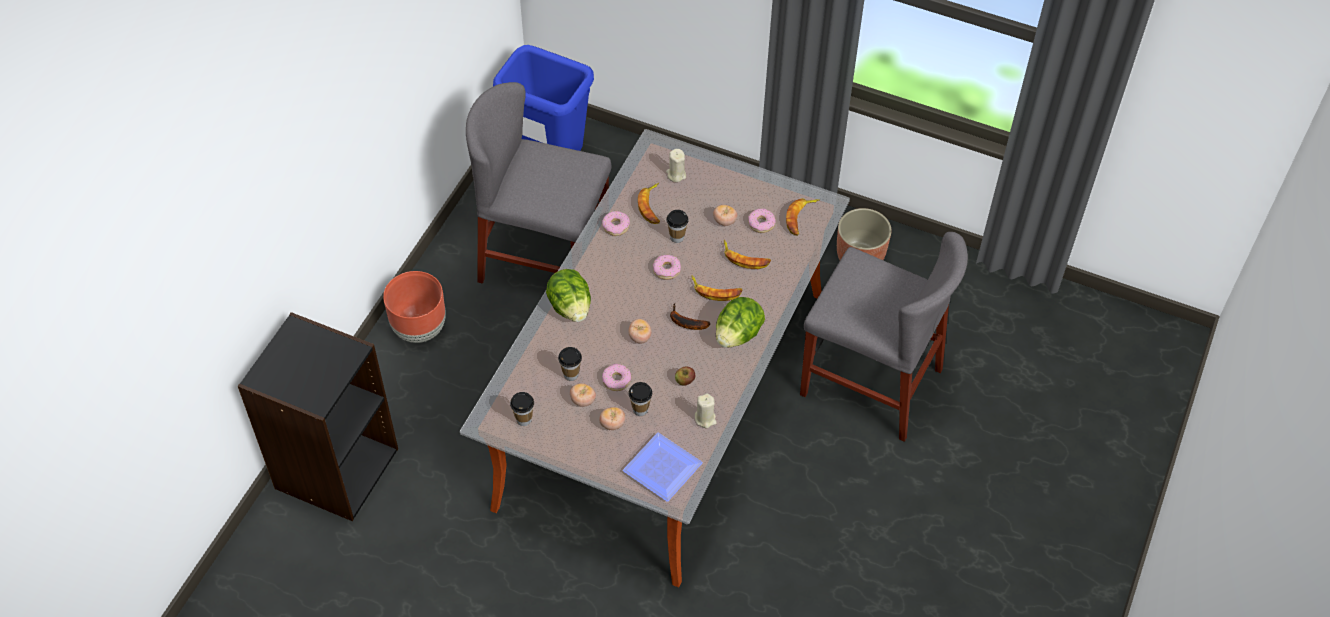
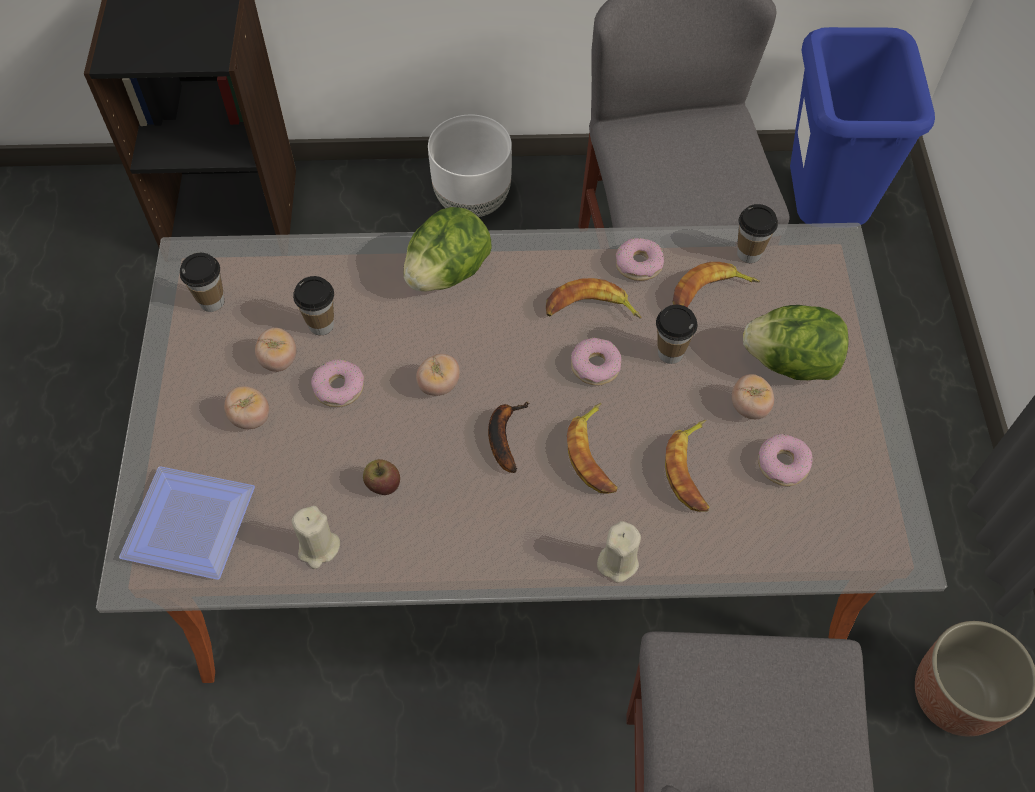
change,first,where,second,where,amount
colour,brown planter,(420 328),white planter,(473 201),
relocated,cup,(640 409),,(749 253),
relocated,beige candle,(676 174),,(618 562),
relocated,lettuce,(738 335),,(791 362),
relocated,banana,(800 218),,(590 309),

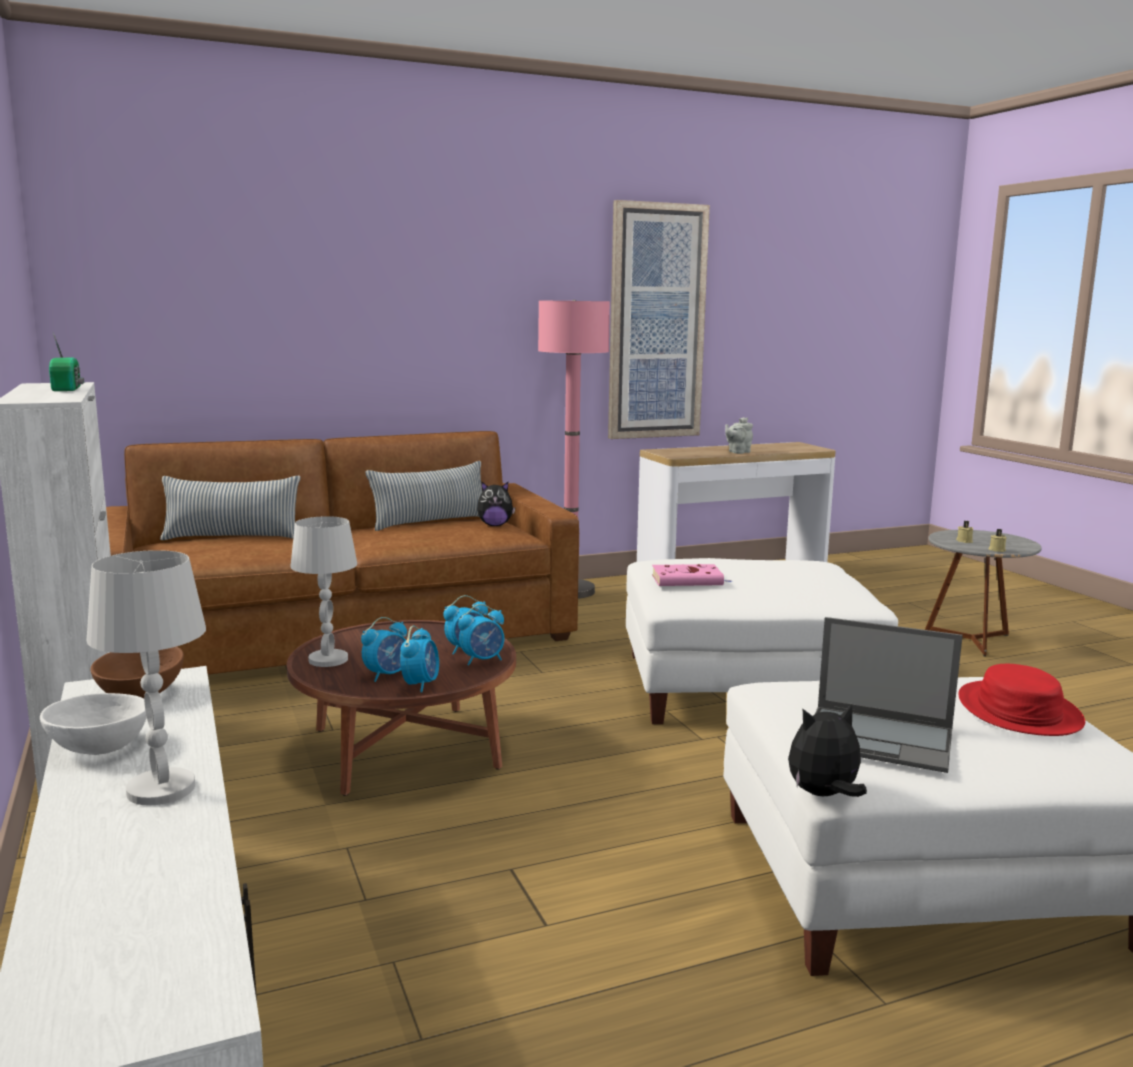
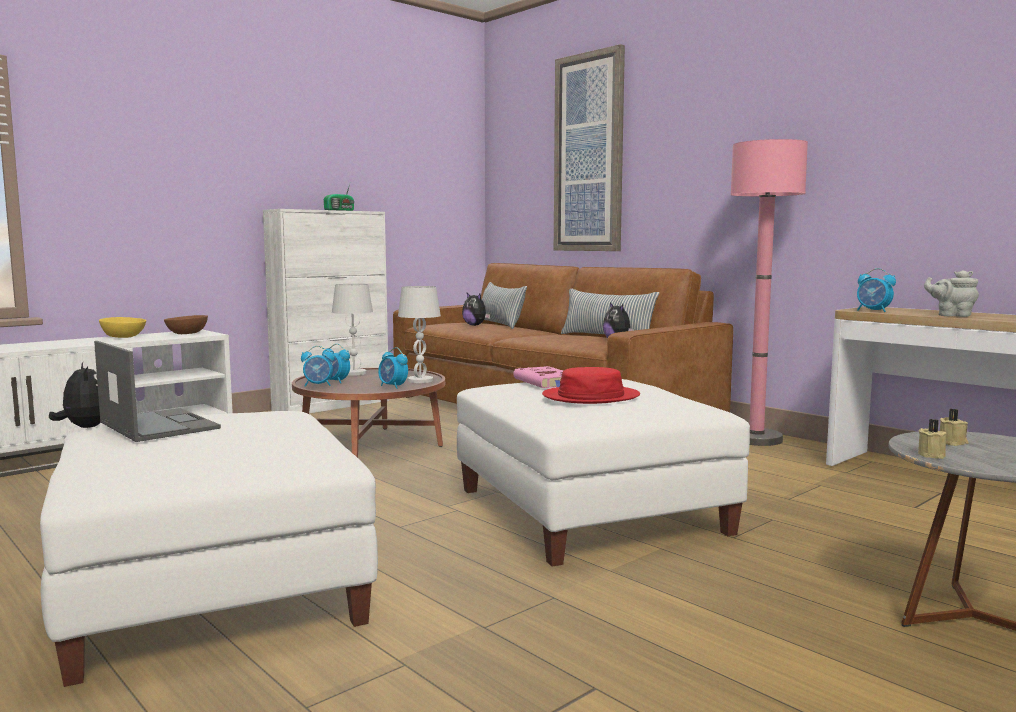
change,first,where,second,where,amount
colour,white bowl,(98 747),yellow bowl,(122 337),
relocated,white table lamp,(162 789),,(420 381),
relocated,alarm clock,(482 660),,(873 311),
relocated,picture,(656 322),,(589 153),
spun,laptop,(880 739),,(158 425),135 degrees clockwise
relocated,red hat,(1018 711),,(590 397),
appeared,,,plush toy,(475 325),

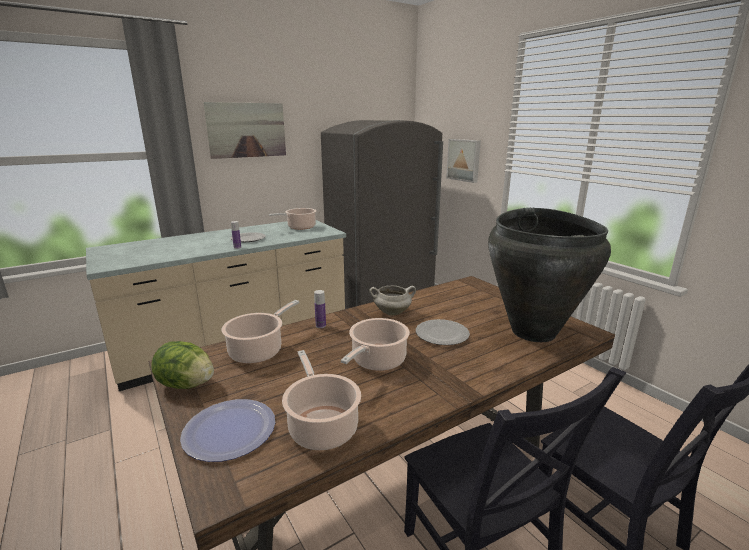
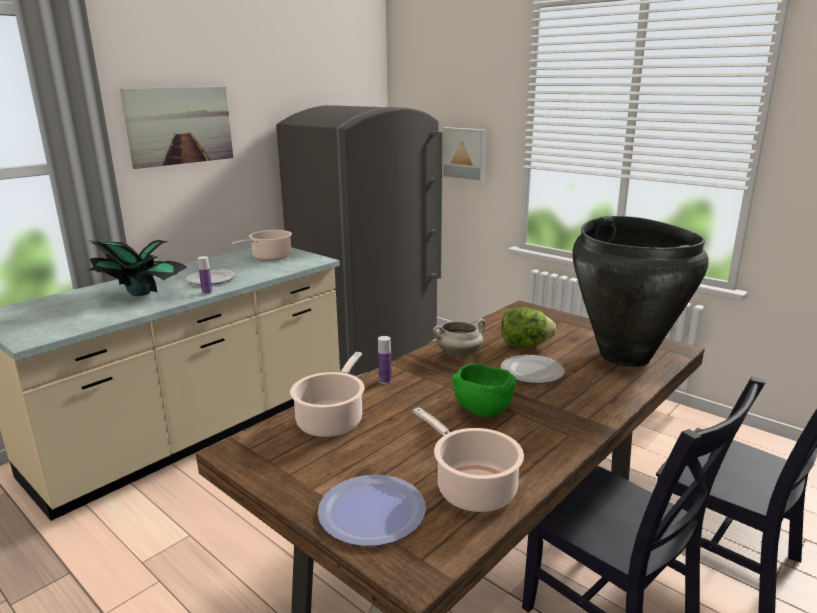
change,first,where,second,where,amount
relocated,lettuce,(186 384),,(524 345),
exchanged,cooking pot,(377 361),green bowl,(481 411),
appeared,,,potted plant,(140 293),

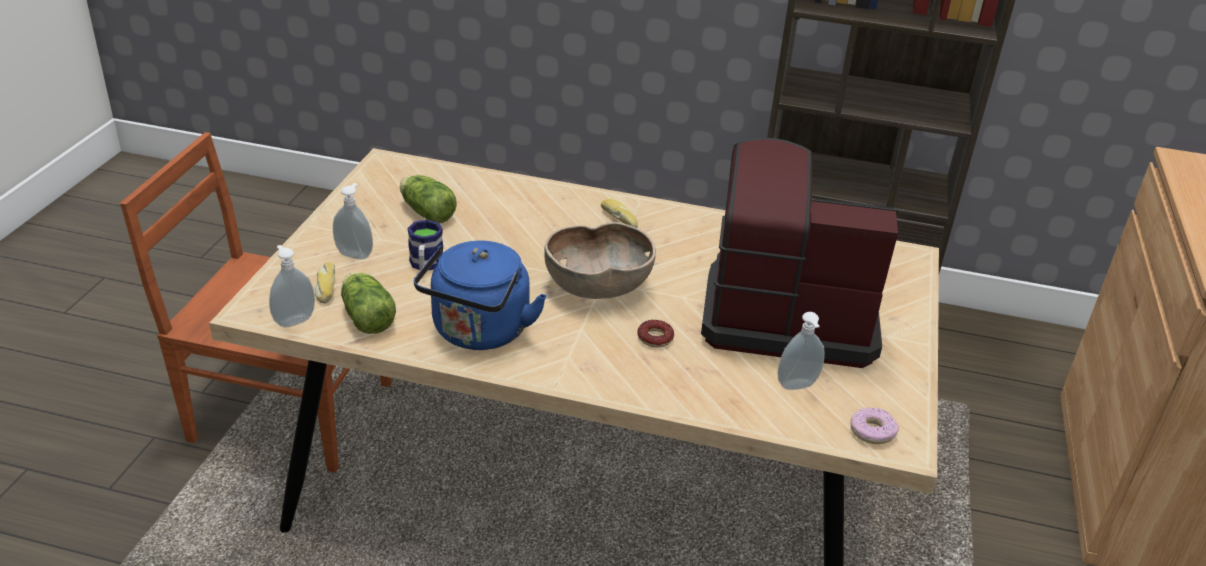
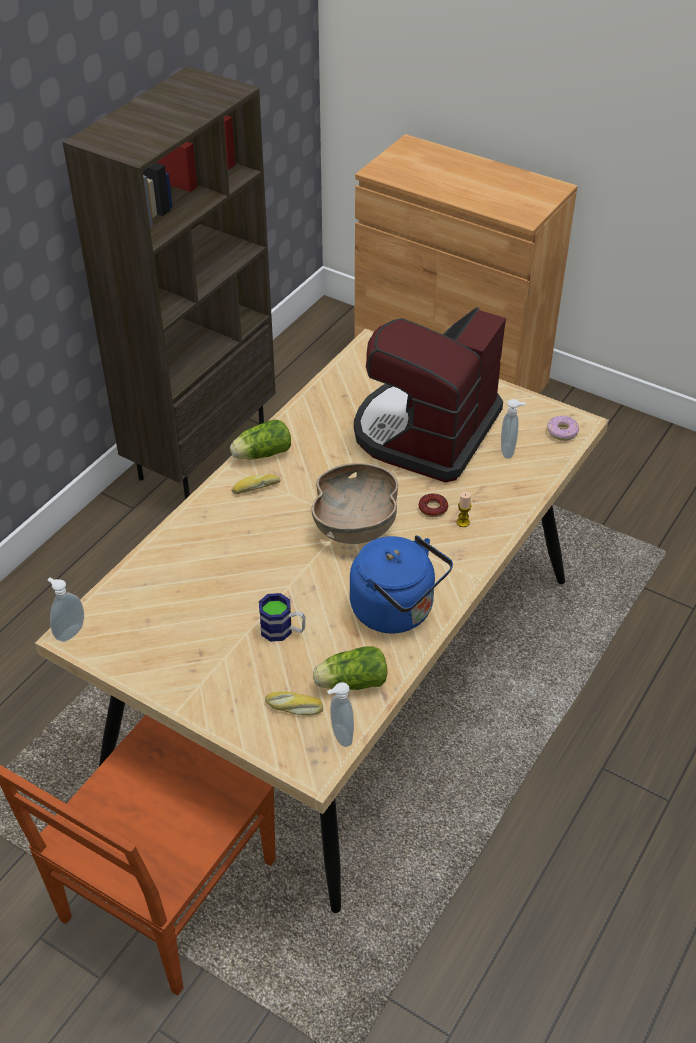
change,first,where,second,where,amount
relocated,soap dispenser,(355 254),,(69 632),
relocated,lettuce,(425 212),,(260 454),
appeared,,,candle,(463 522),

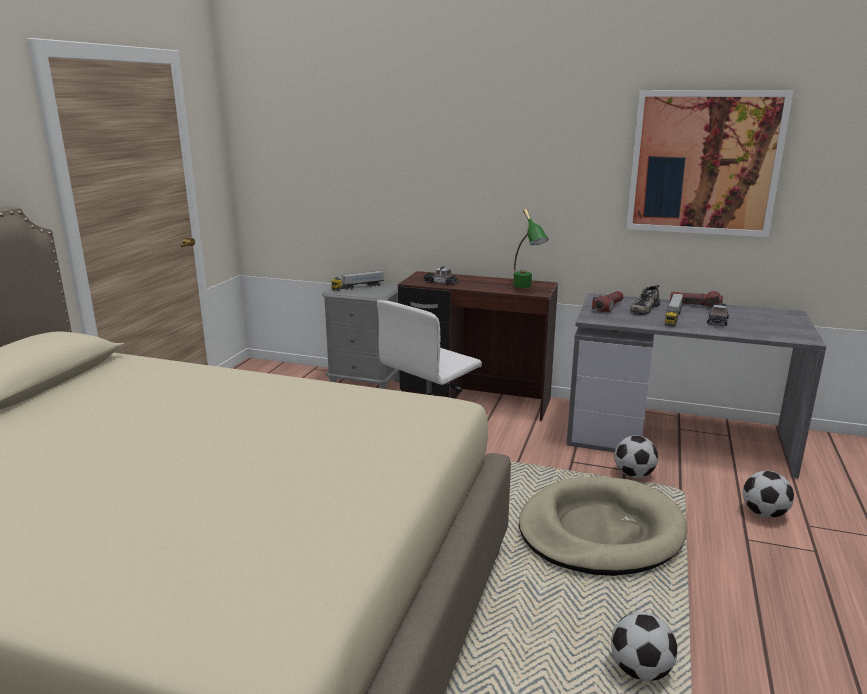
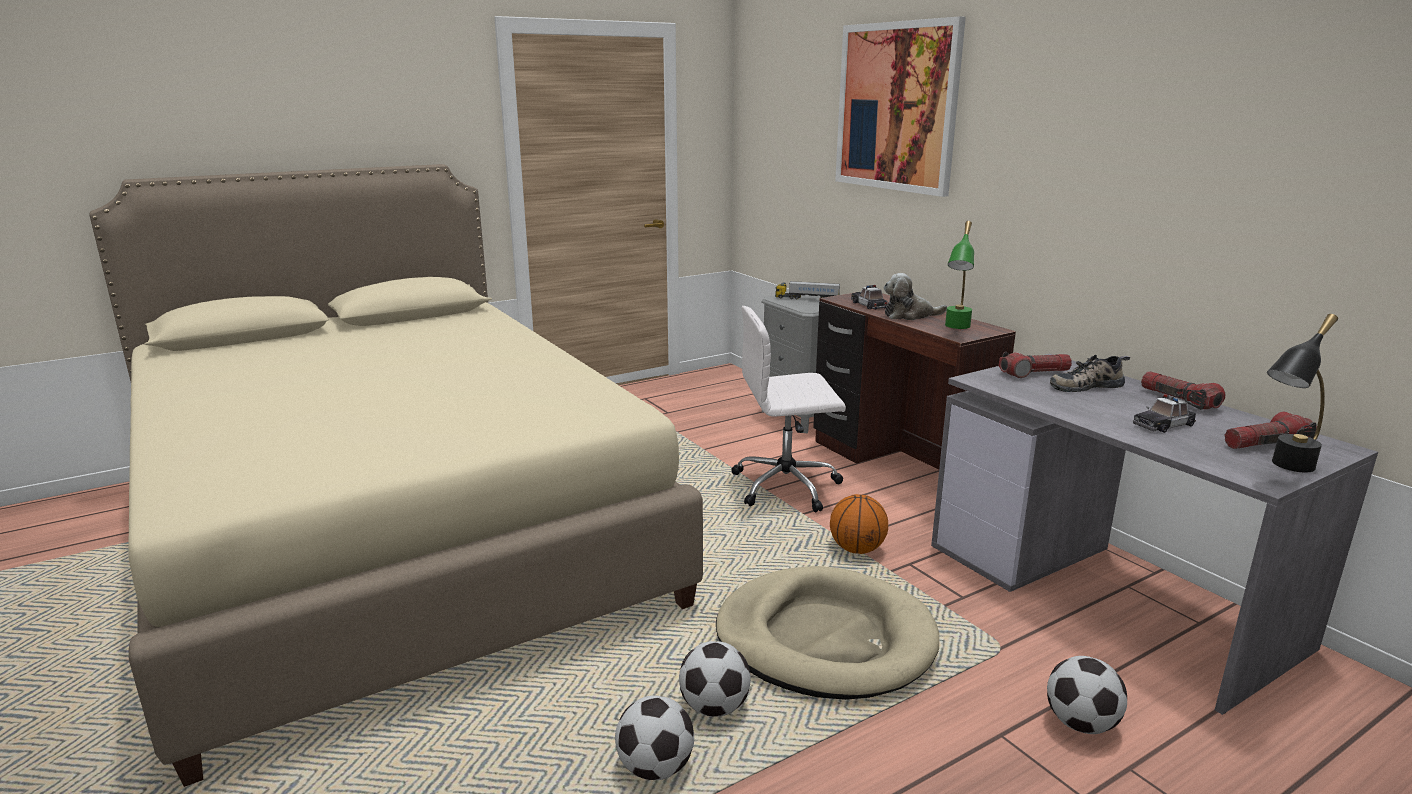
change,first,where,second,where,amount
relocated,football,(634 474),,(715 707),
relocated,picture,(704 163),,(896 107),
missing,toy truck,(673 317),,,
appeared,,,basketball,(857 549),
appeared,,,plush toy,(909 315),
appeared,,,flashlight,(1266 444),
appeared,,,black table lamp,(1284 469),

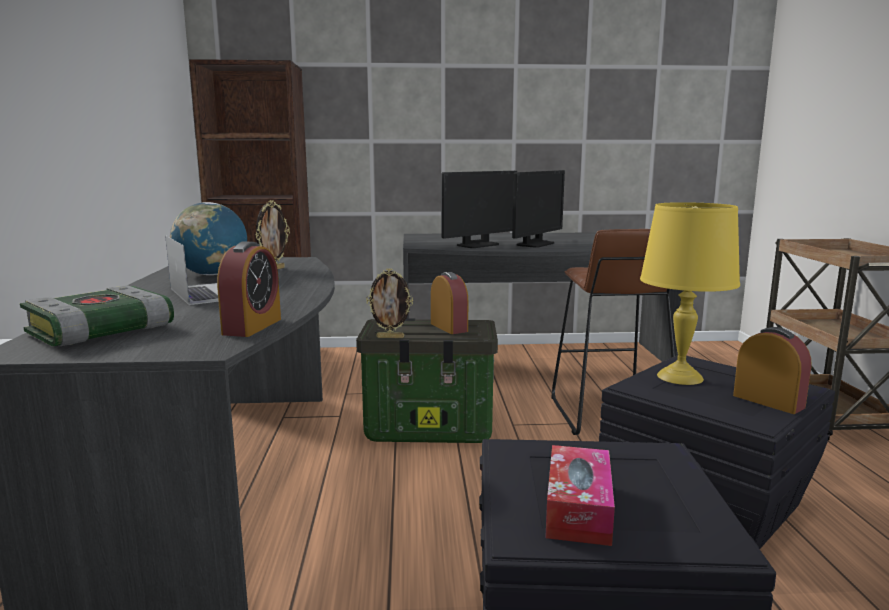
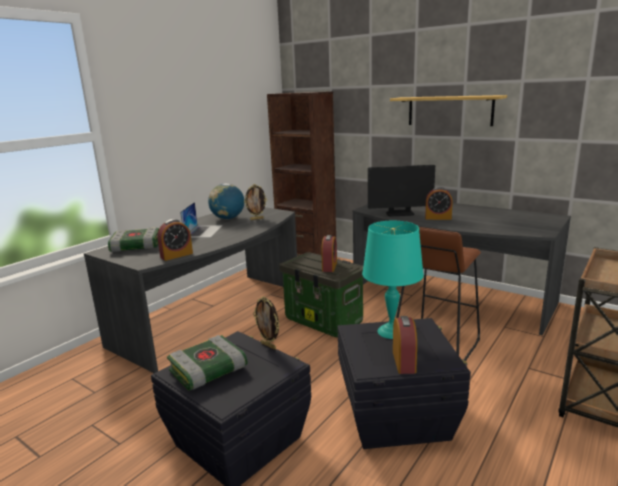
change,first,where,second,where,amount
relocated,picture frame,(390 337),,(269 346),
exchanged,monitor,(535 244),alarm clock,(438 218),
exchanged,tissue box,(578 508),book,(207 371),
colour,yellow table lamp,(679 377),turquoise table lamp,(391 331),
appeared,,,shelf,(449 110),

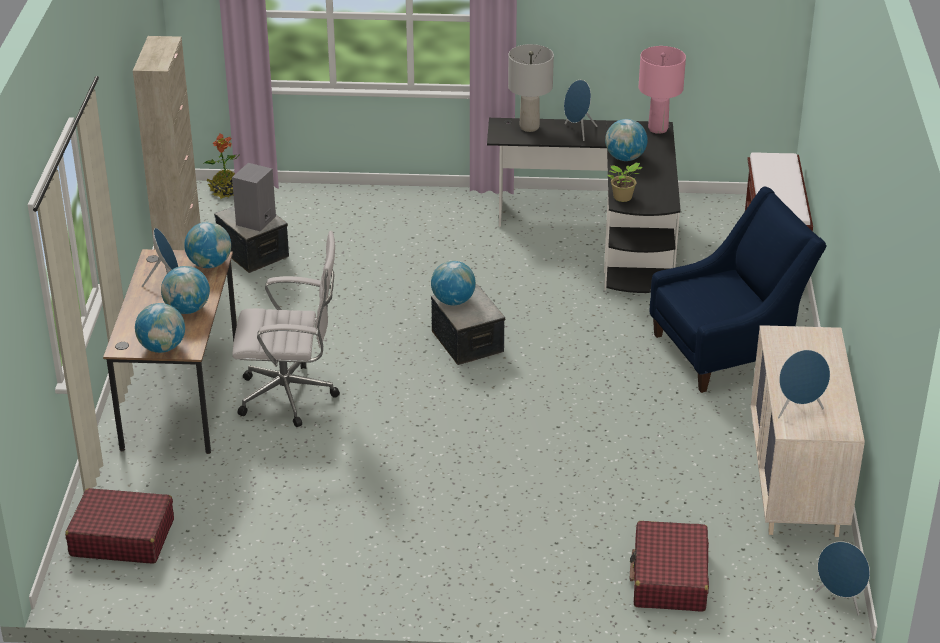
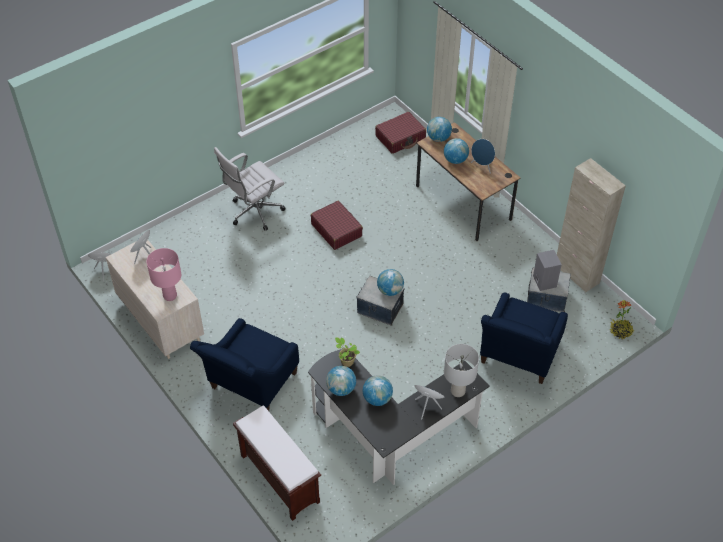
change,first,where,second,where,amount
relocated,globe,(210 264),,(341 389),
relocated,white office chair,(291 396),,(254 213),
relocated,red suitcase,(669 578),,(336 230),
relocated,pink table lamp,(657 128),,(170 296),
appeared,,,blue armchair,(517 357),

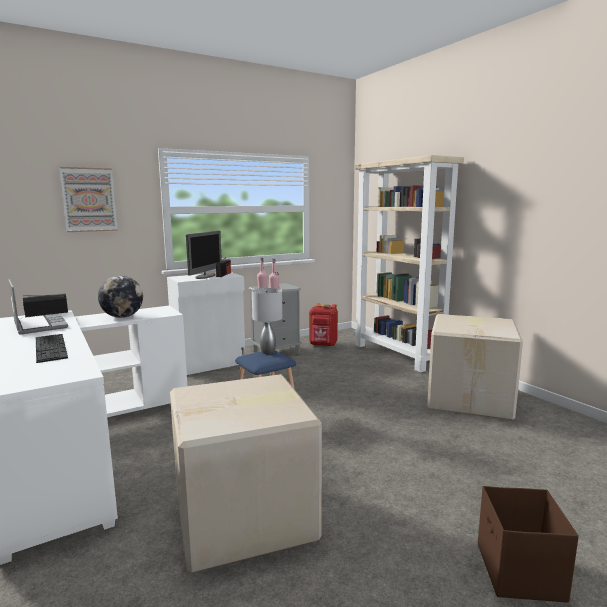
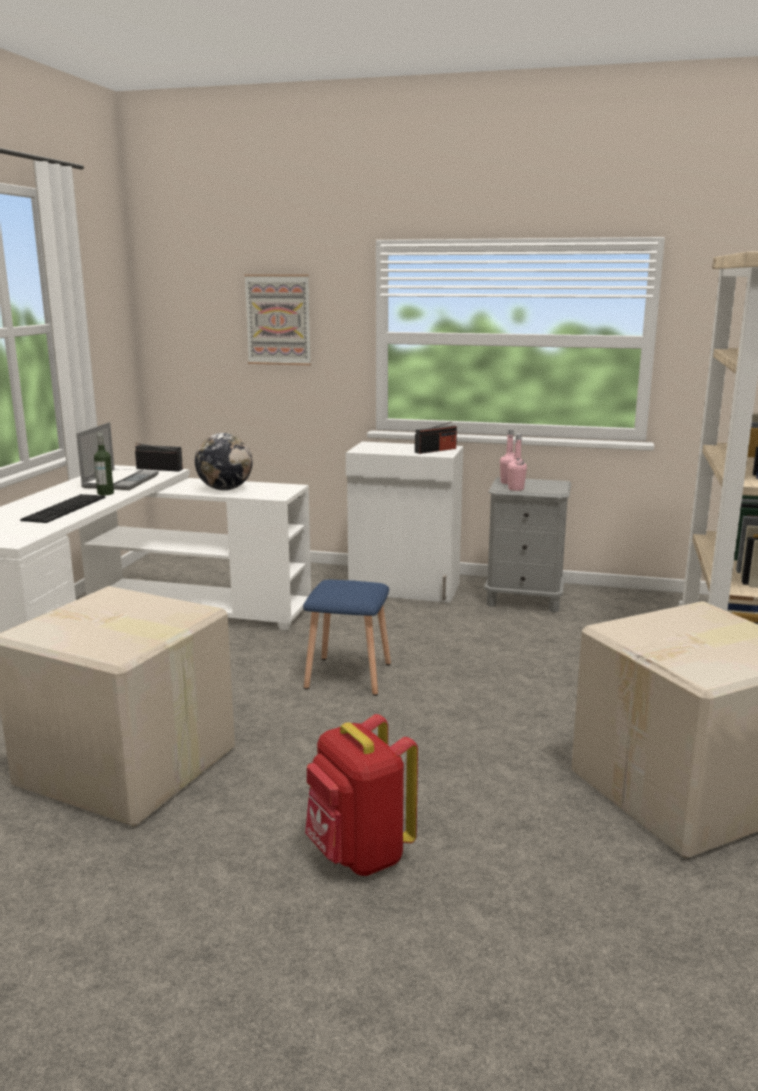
change,first,where,second,where,amount
missing,monitor,(205 276),,,
missing,grey table lamp,(268 352),,,
relocated,red backpack,(323 345),,(359 855),
missing,brown storage box,(519 573),,,
appeared,,,bottle,(105 493),

